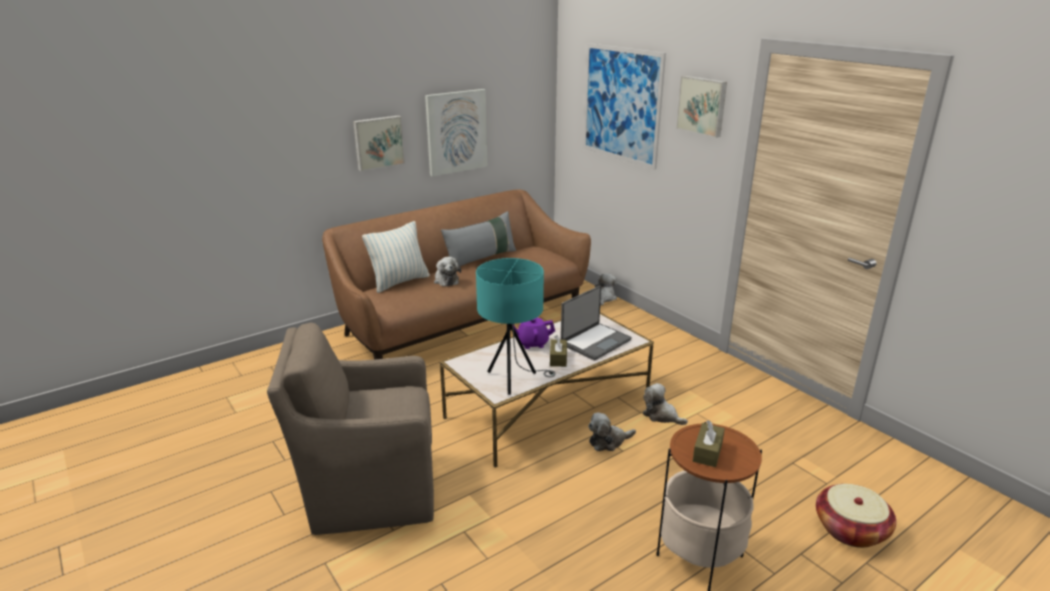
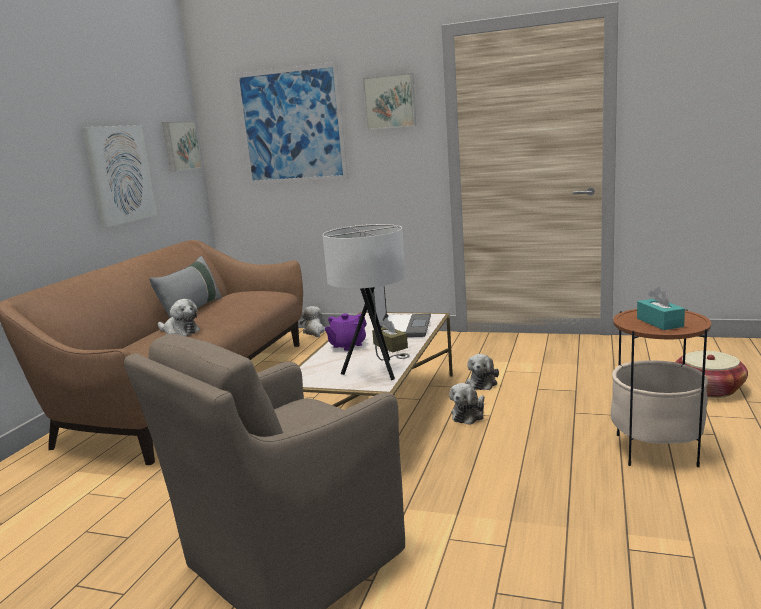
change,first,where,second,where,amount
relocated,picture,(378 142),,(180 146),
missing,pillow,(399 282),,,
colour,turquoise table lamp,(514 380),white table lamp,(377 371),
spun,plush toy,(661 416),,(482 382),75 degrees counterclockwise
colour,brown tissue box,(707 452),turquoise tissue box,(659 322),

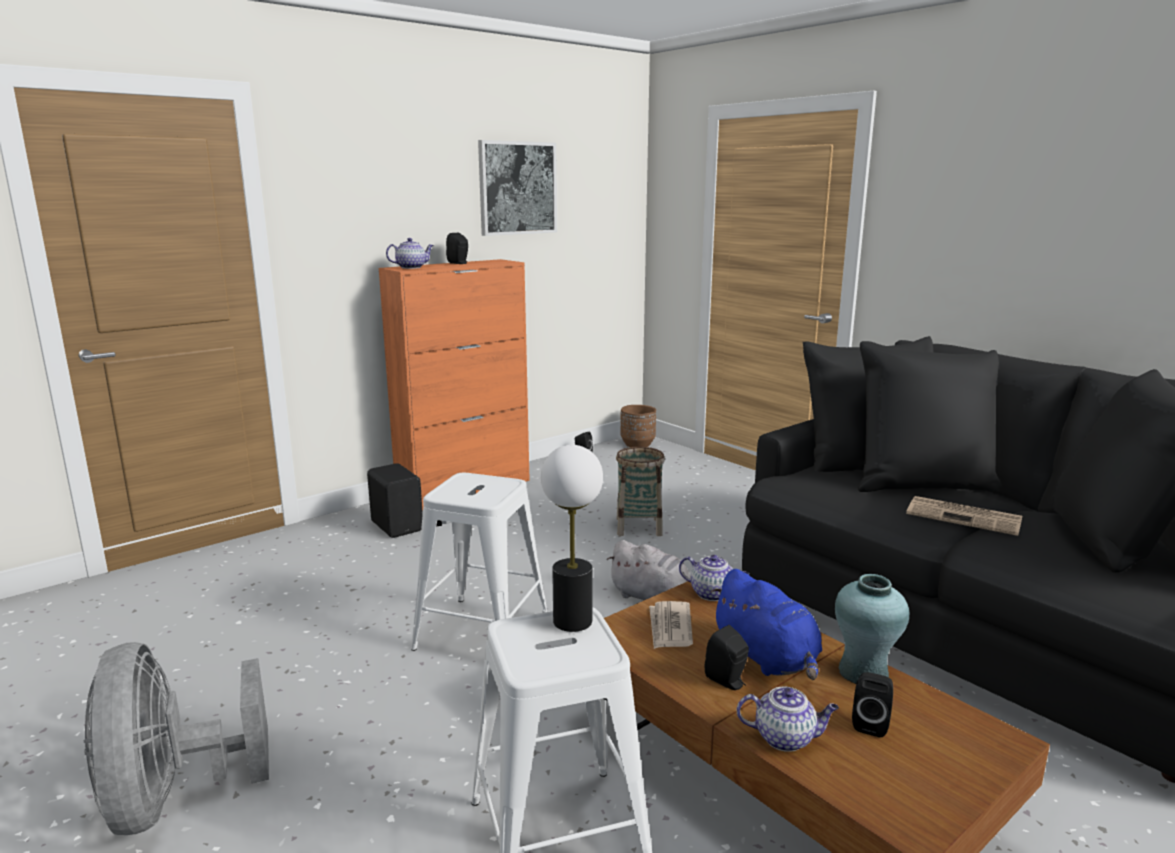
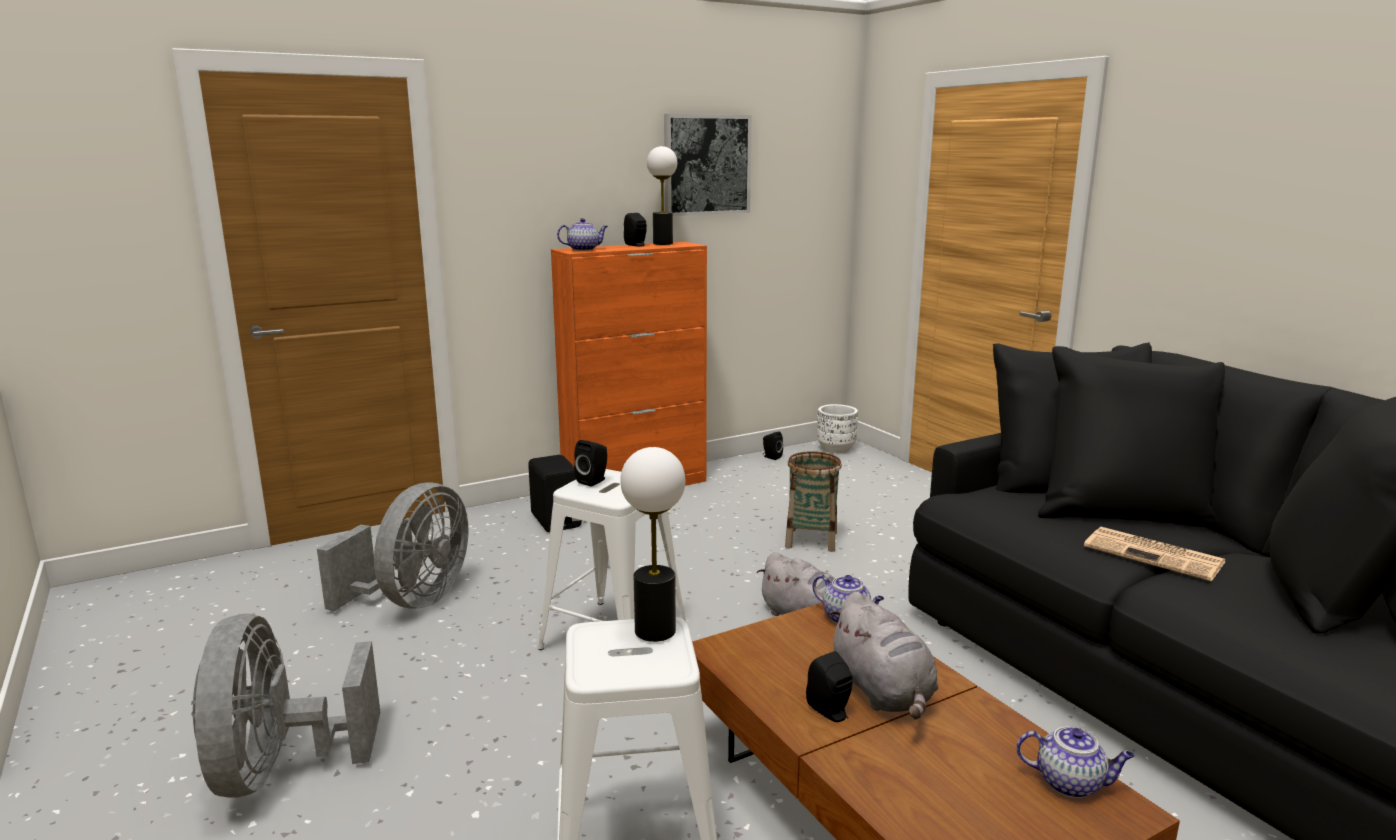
change,first,where,second,where,amount
colour,brown planter,(637 444),white planter,(836 448),
missing,newspaper,(670 628),,,
colour,blue plush toy,(767 658),grey plush toy,(883 692),
relocated,teapot,(785 738),,(1071 783),
missing,turquoise vase,(863 672),,,
relocated,black speaker,(871 724),,(594 481),
appeared,,,grey fan,(412 600),
appeared,,,table lamp,(662 243),

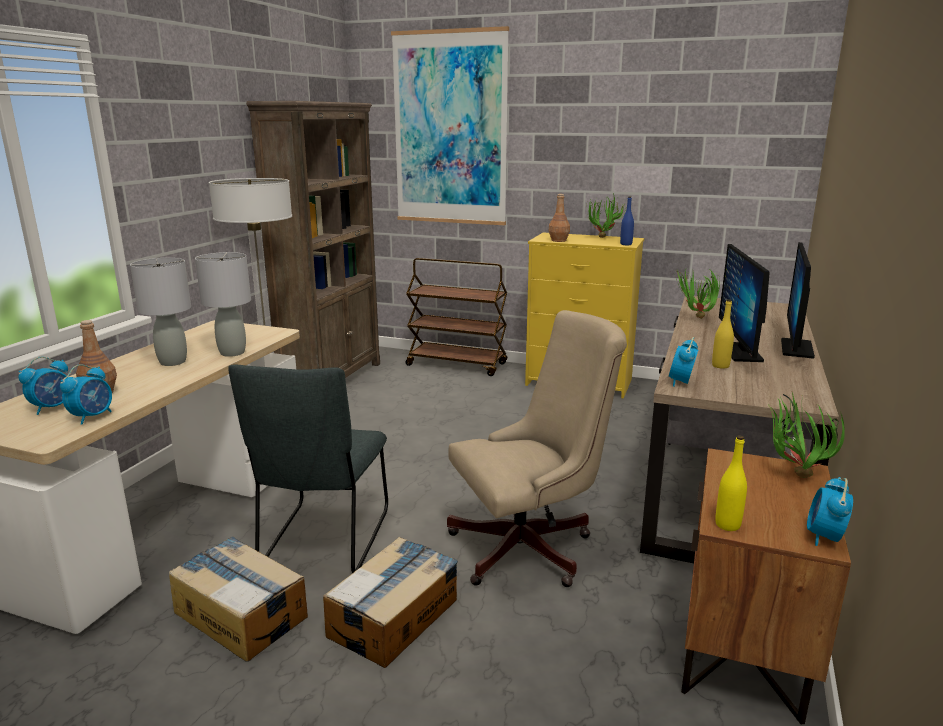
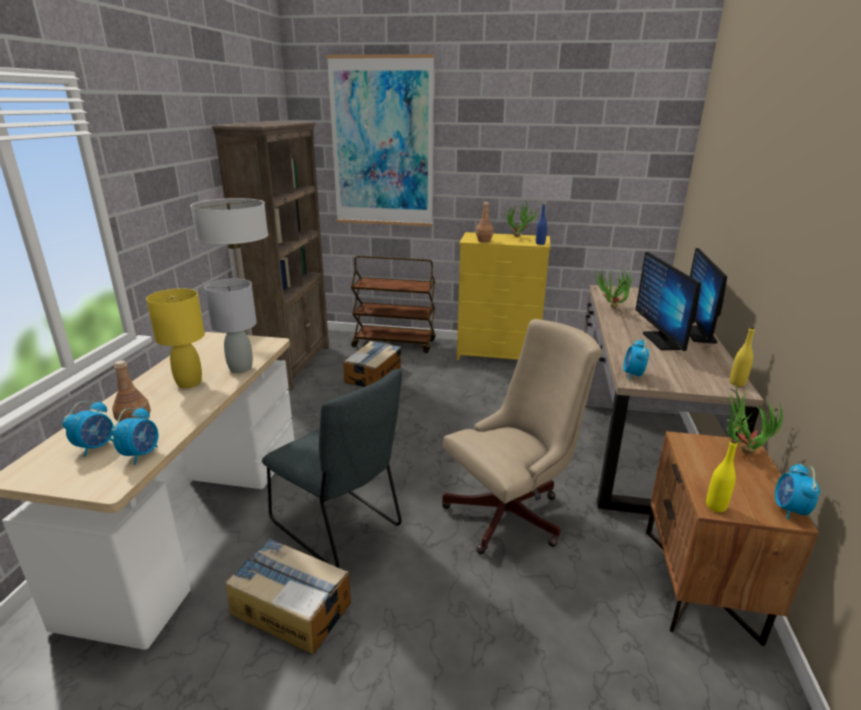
change,first,where,second,where,amount
colour,grey table lamp,(173 362),yellow table lamp,(189 383),
spun,grey chair,(323 542),,(340 527),45 degrees counterclockwise
relocated,cardboard box,(394 617),,(373 374),
relocated,yellow bottle,(720 366),,(737 383),

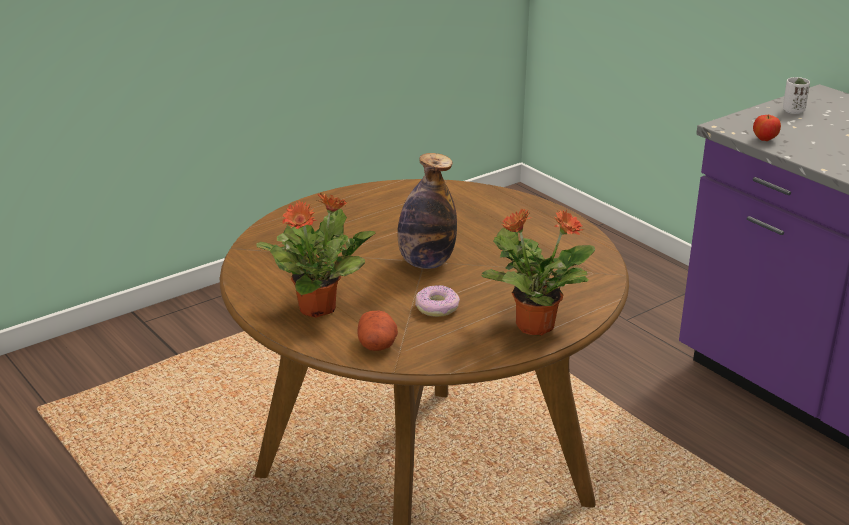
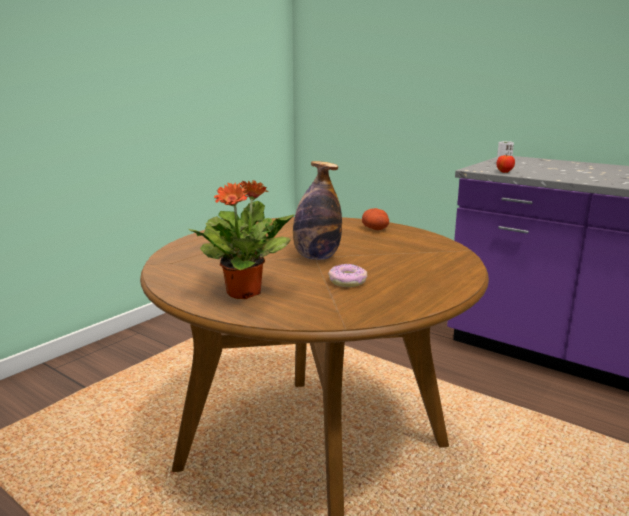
change,first,where,second,where,amount
relocated,potato,(377 345),,(376 229),
missing,potted plant,(533 325),,,

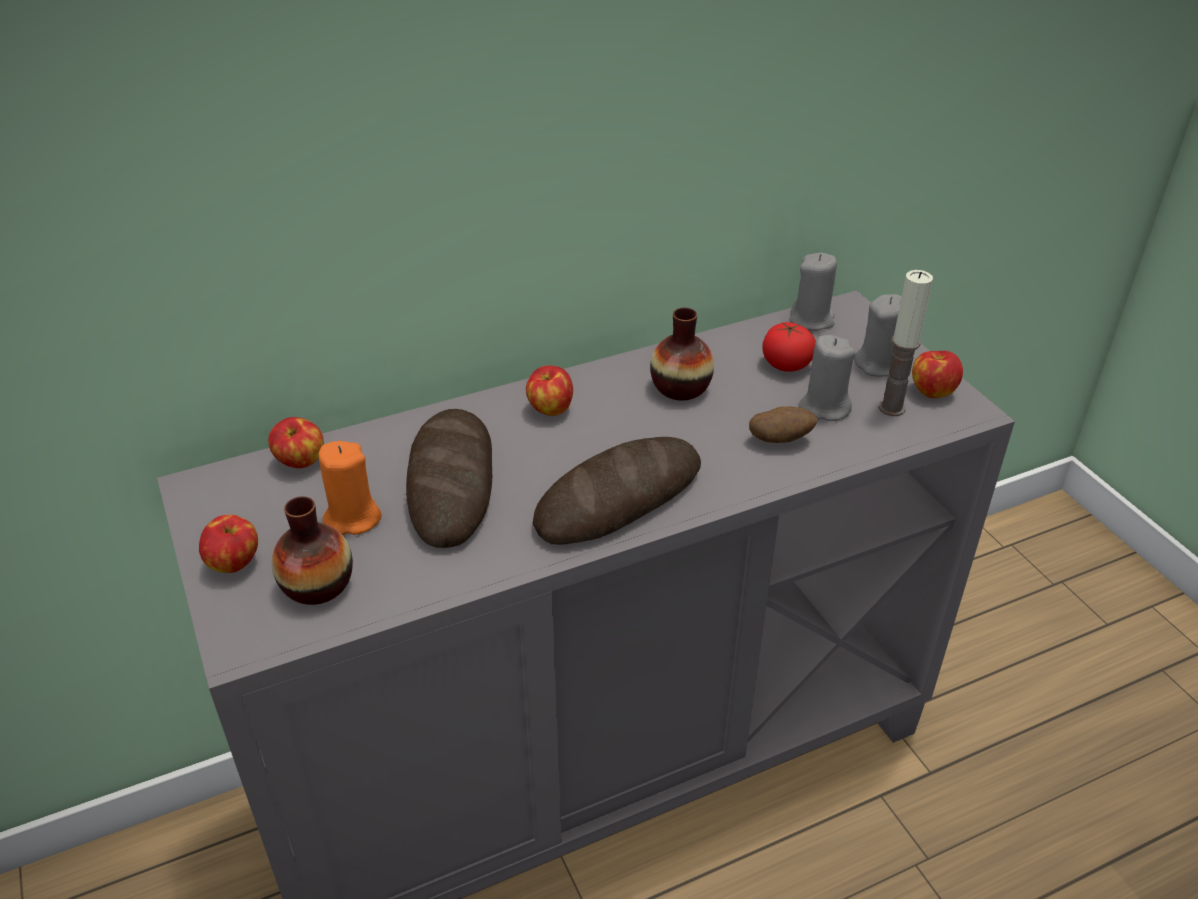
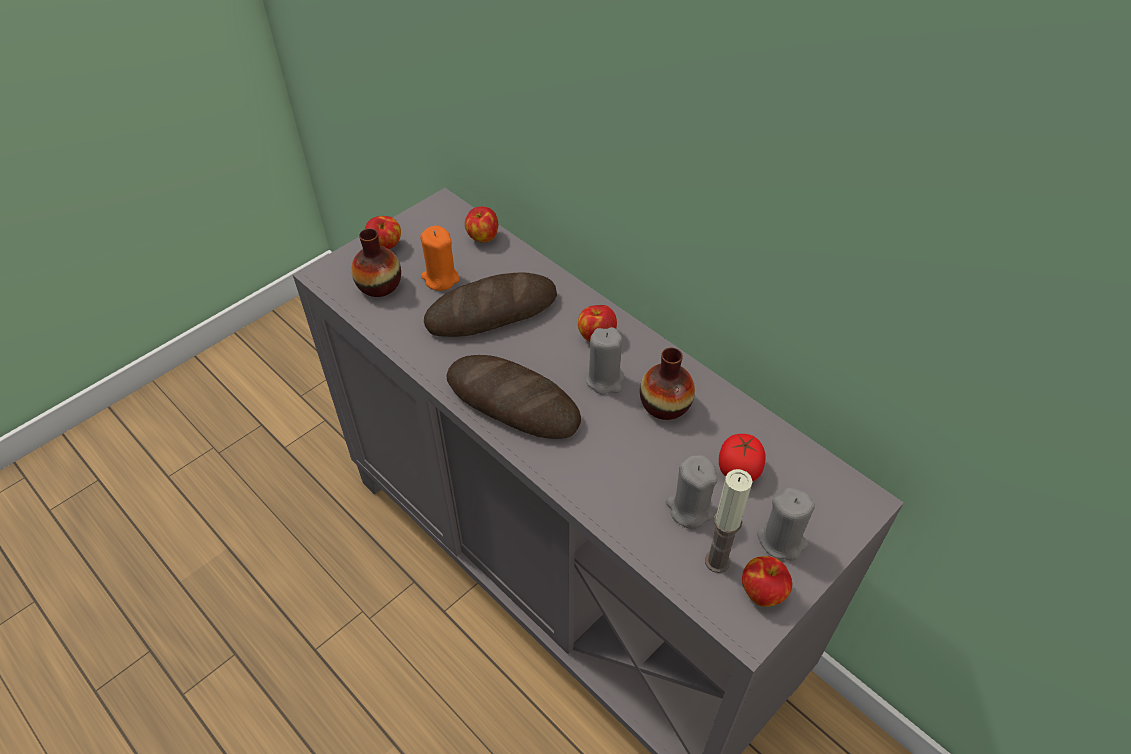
change,first,where,second,where,amount
missing,potato,(780 440),,,
relocated,grey candle,(812 320),,(605 379),

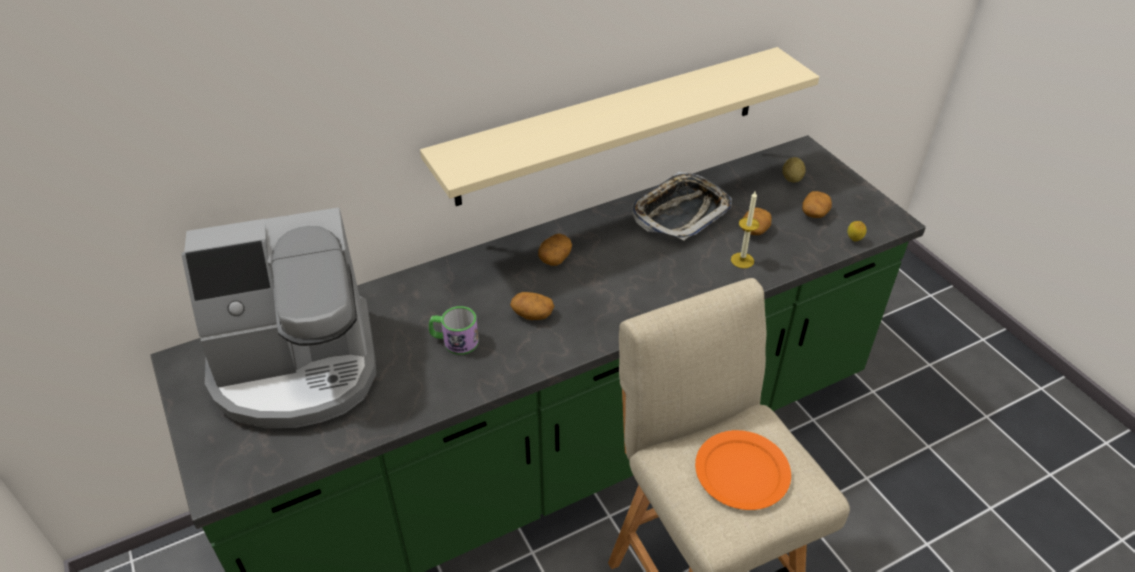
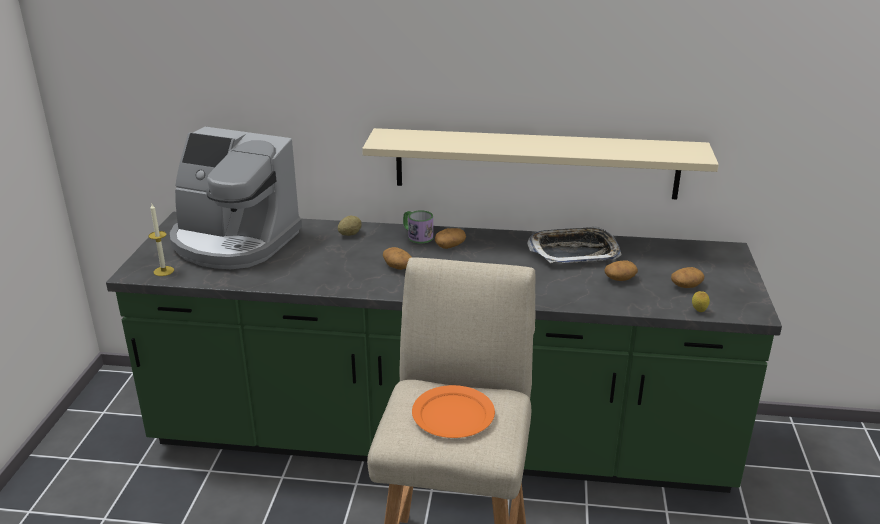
change,first,where,second,where,amount
relocated,mug,(454 341),,(417 236),
relocated,candle,(742 260),,(163 271),
relocated,potato,(792 179),,(350 234),

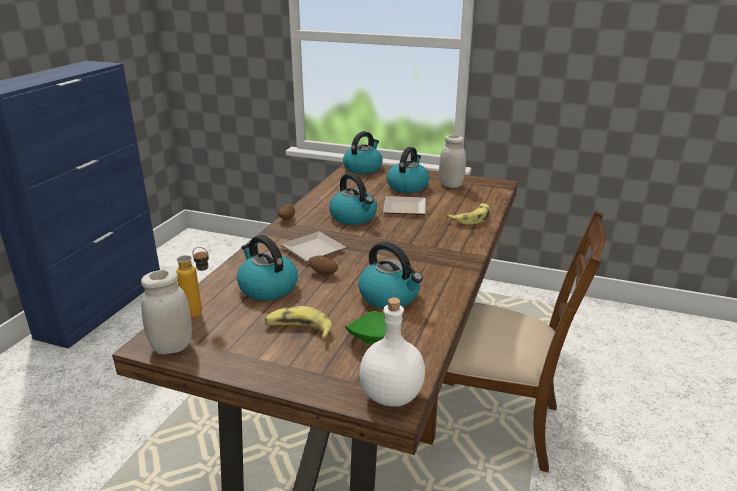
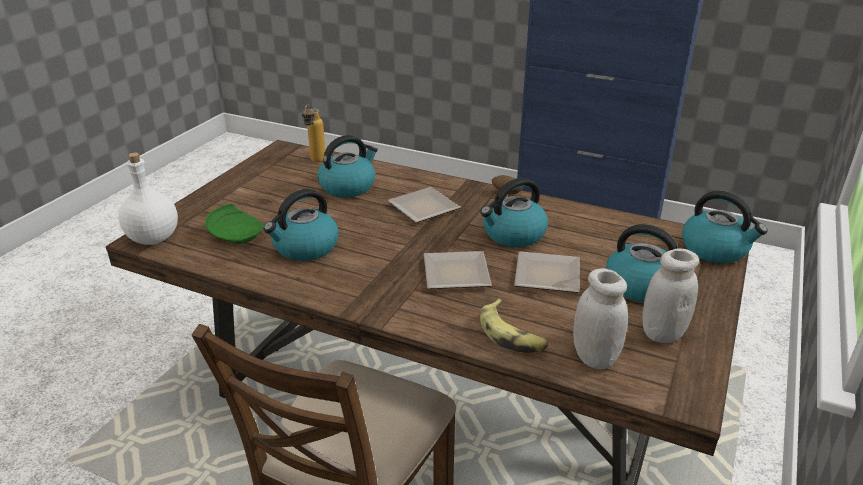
change,first,where,second,where,amount
relocated,white jar,(172 347),,(594 357),
missing,banana,(299 329),,,
missing,potato,(323 273),,,
appeared,,,plate,(454 272),

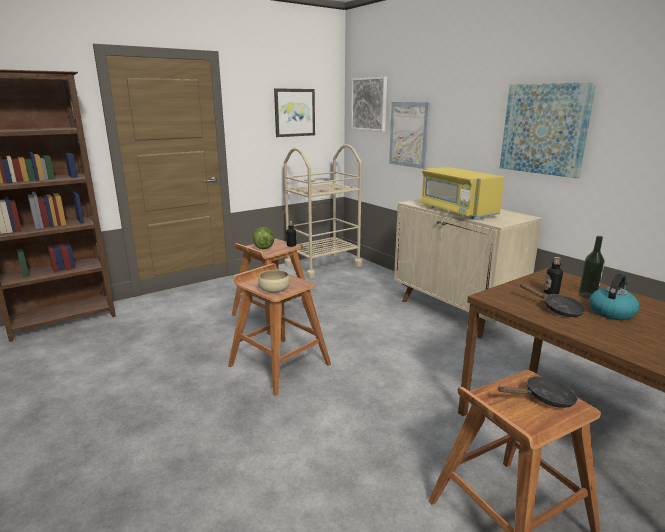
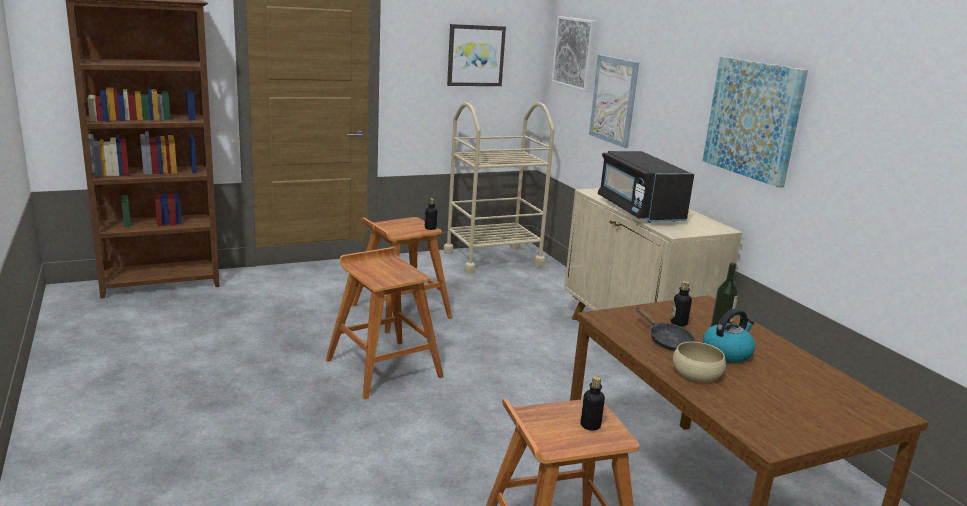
change,first,where,second,where,amount
missing,lettuce,(264 247),,,
relocated,beige bowl,(274 289),,(696 374),
colour,yellow microwave,(456 211),black microwave,(639 210),
exchanged,black frying pan,(544 399),bottle,(590 425),

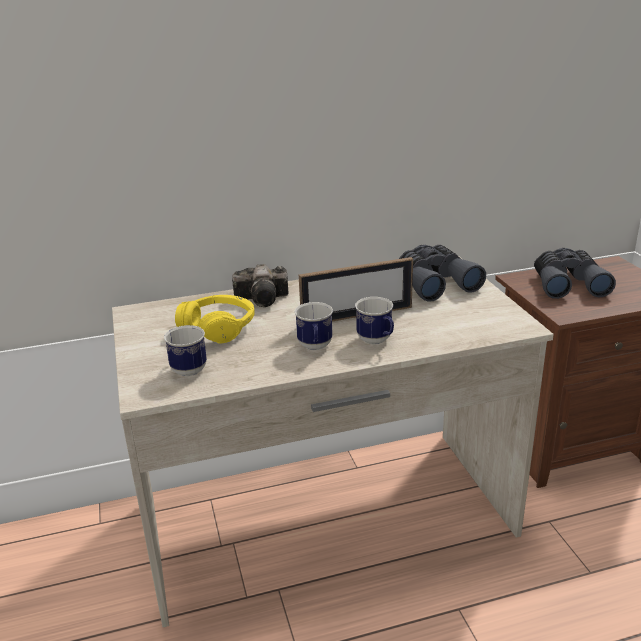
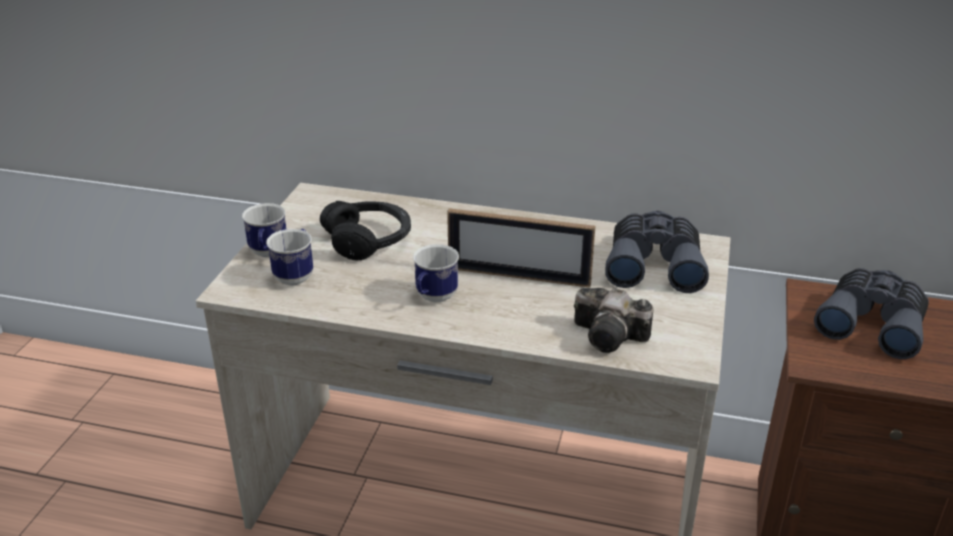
change,first,where,second,where,amount
colour,yellow headphones,(219 327),black headphones,(368 240),
relocated,photo camera,(264 299),,(612 337),
relocated,mug,(377 341),,(268 254),

